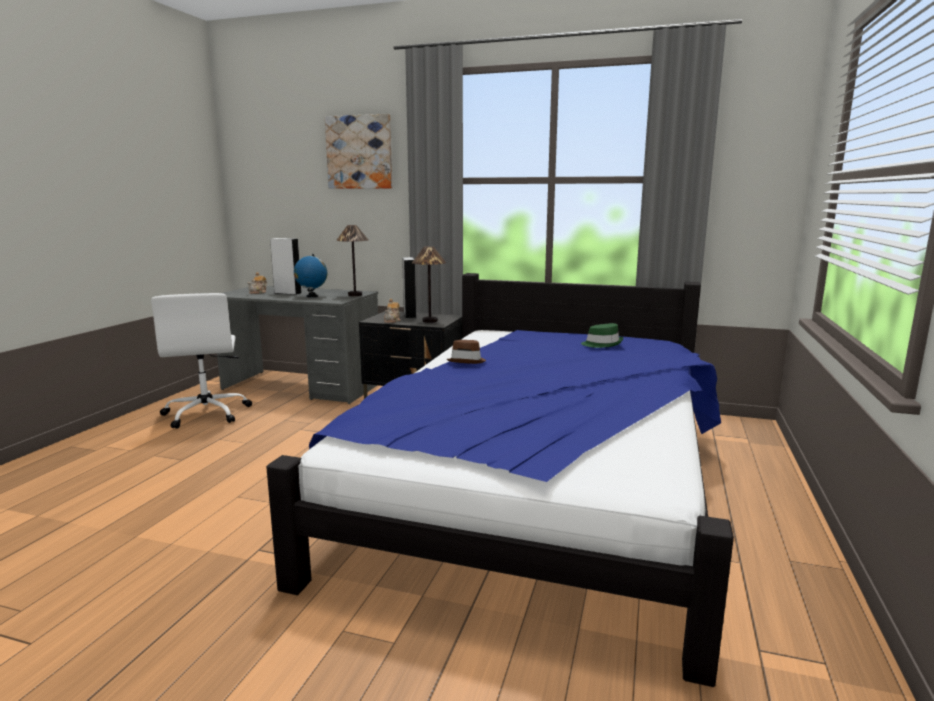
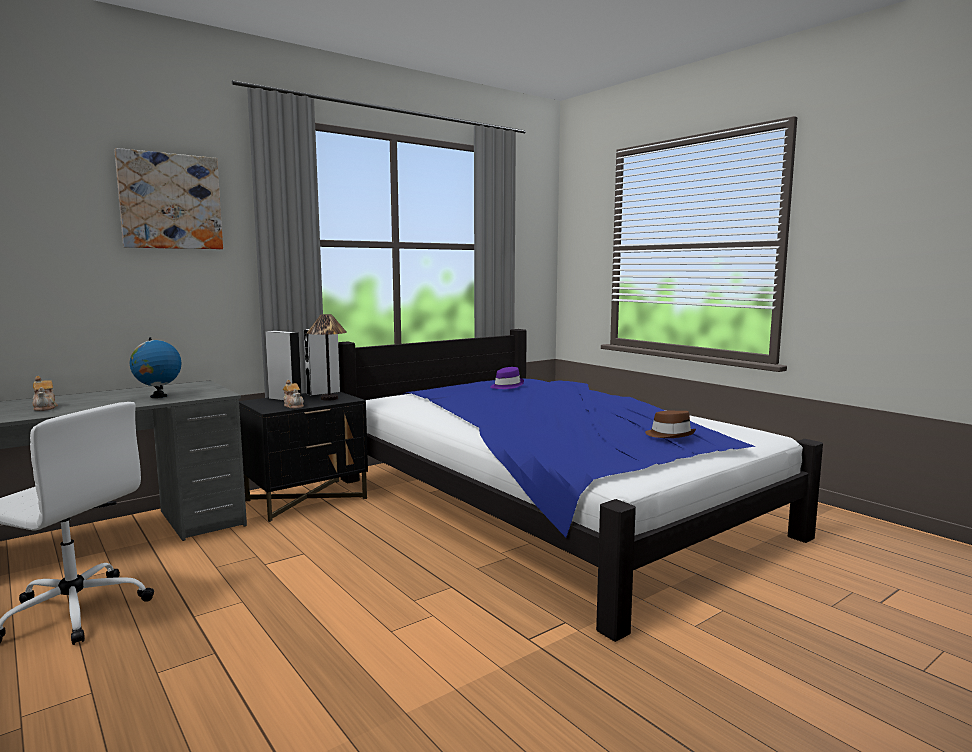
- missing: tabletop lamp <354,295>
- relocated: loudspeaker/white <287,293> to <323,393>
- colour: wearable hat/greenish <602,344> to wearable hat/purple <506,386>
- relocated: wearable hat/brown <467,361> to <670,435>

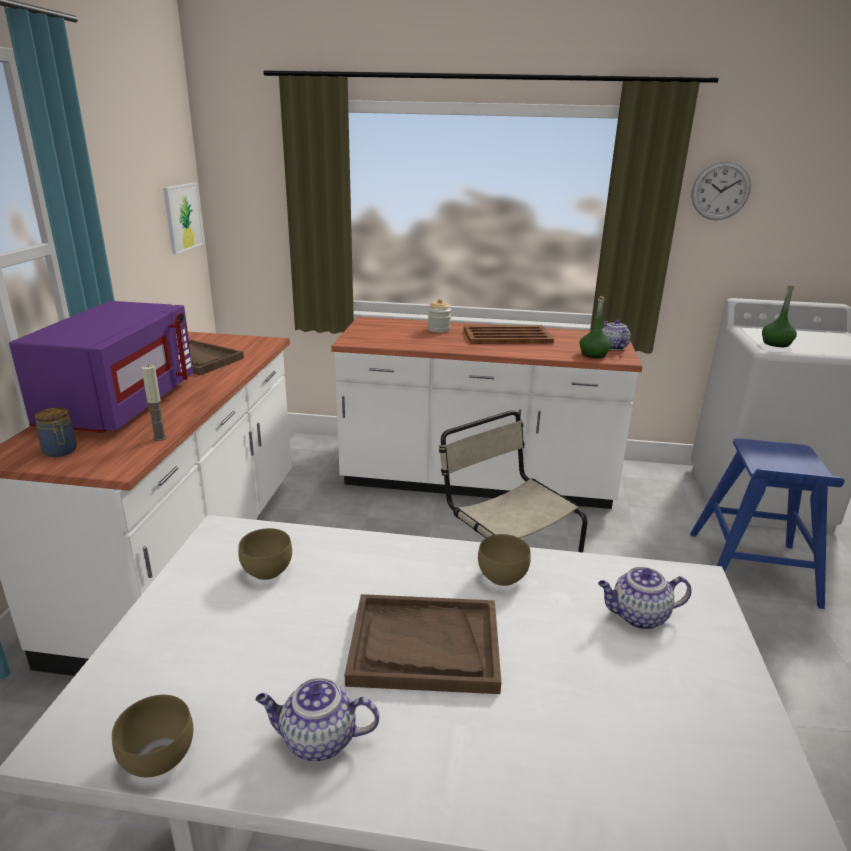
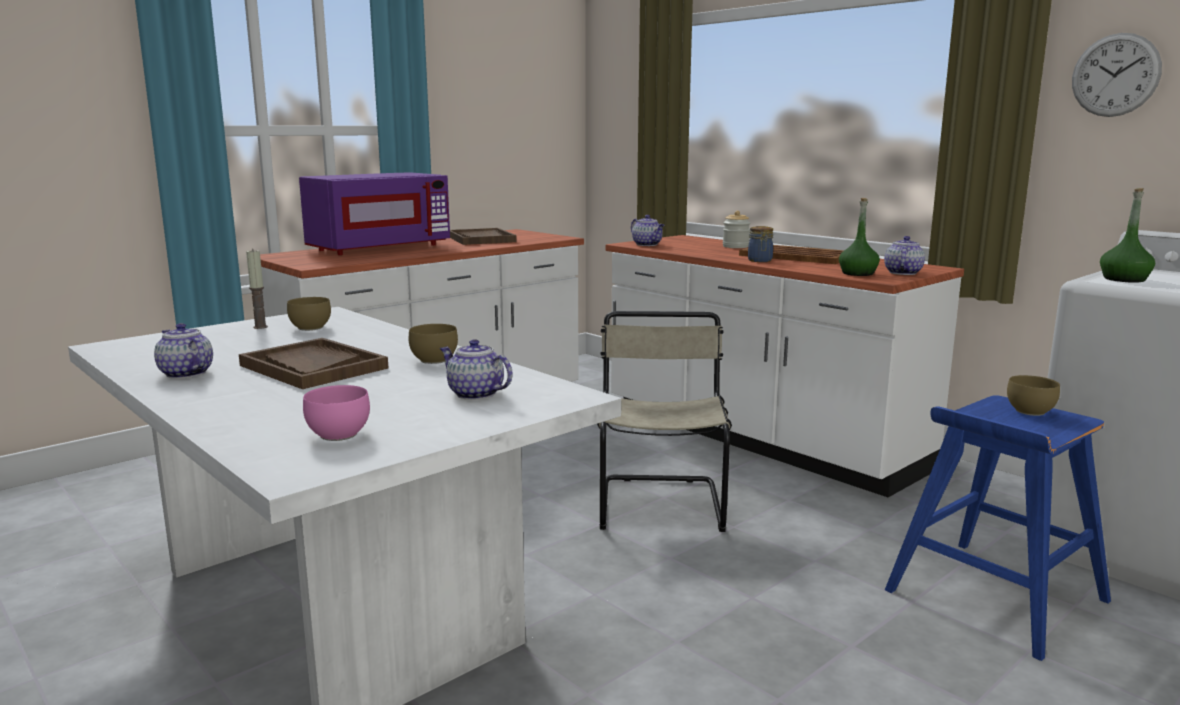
- missing: wall art <183,217>
- relocated: wax candle <159,438> to <260,327>
- relocated: preserve jar <60,451> to <760,261>
- relocated: deep dish/brown <158,756> to <1029,411>
- appeared: tea pot <647,244>
- appeared: deep dish/pink <338,436>

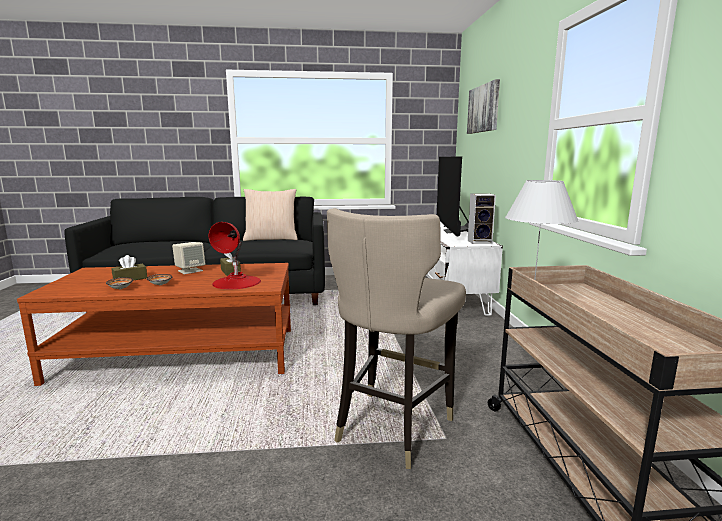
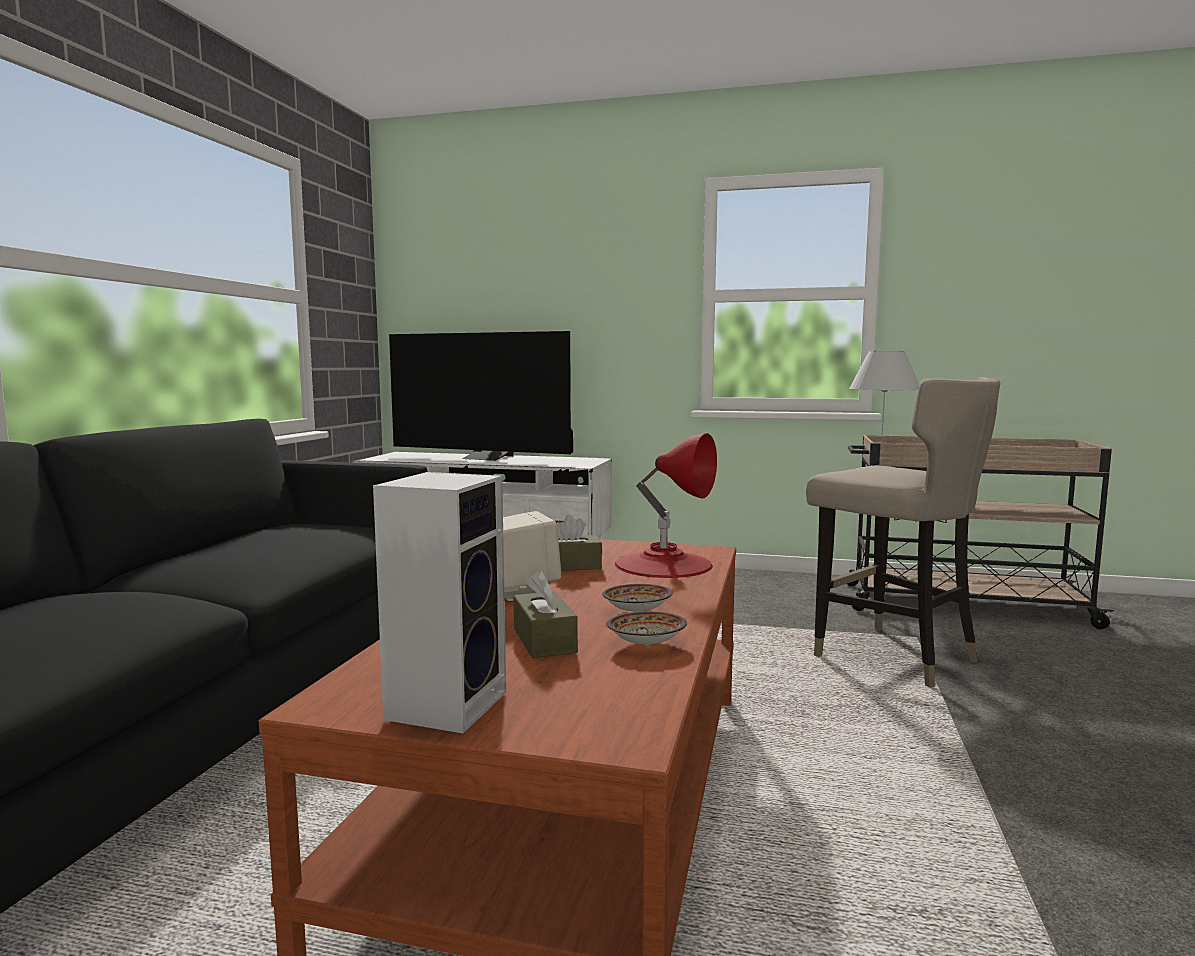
- missing: wall art <484,108>
- missing: throw pillow/beige-coloured <271,239>
- relocated: loudspeaker <480,242> to <447,703>

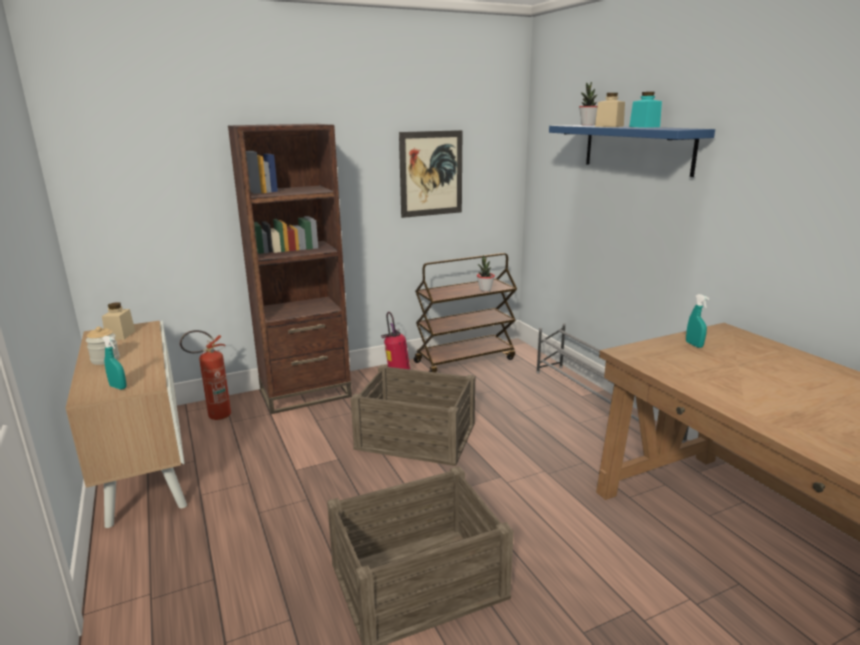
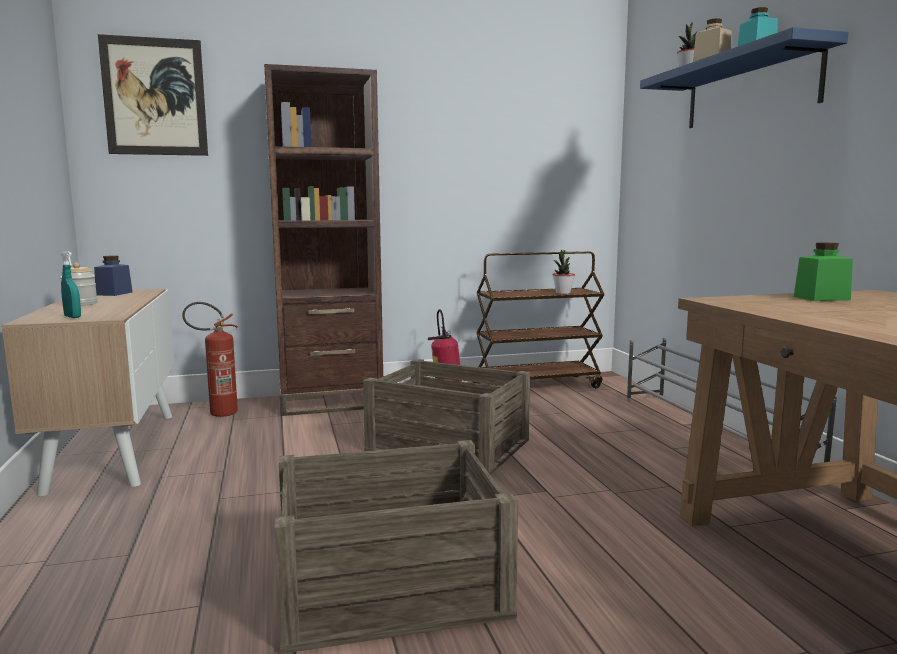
- relocated: wall art <431,174> to <155,97>
- exchanged: spray bottle/turquoise-coloured <694,345> to preserve jar/greenish <821,298>
- colour: preserve jar/beige-coloured <120,335> to preserve jar/blue-coloured <114,293>

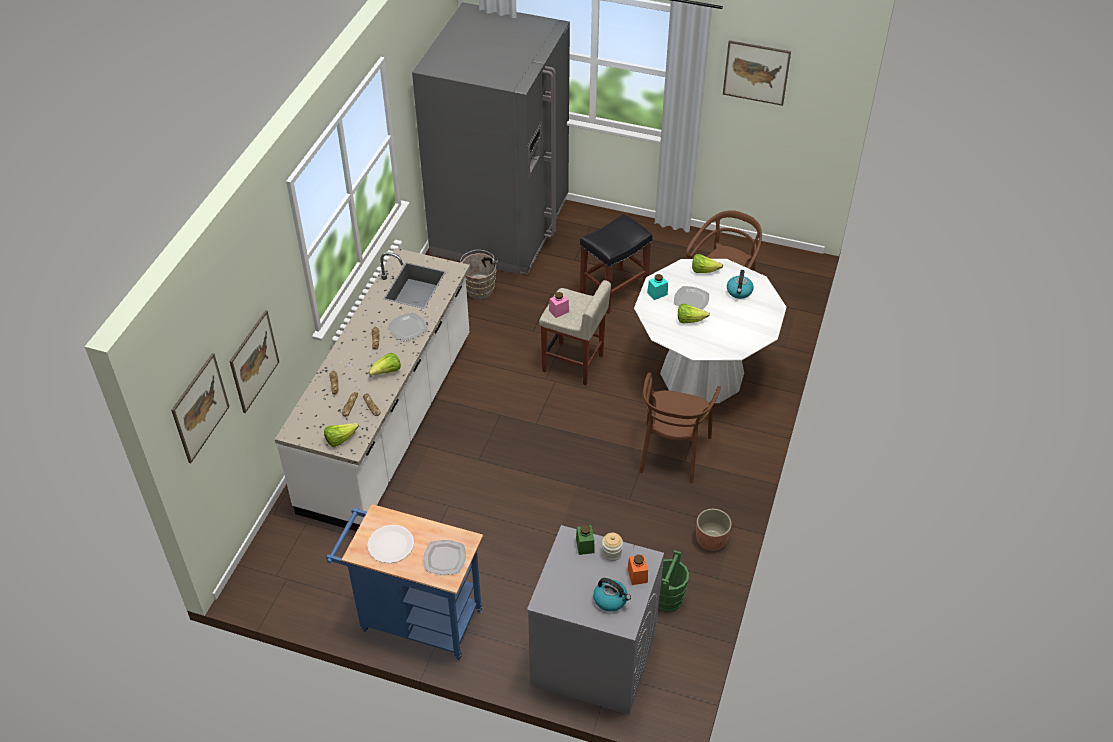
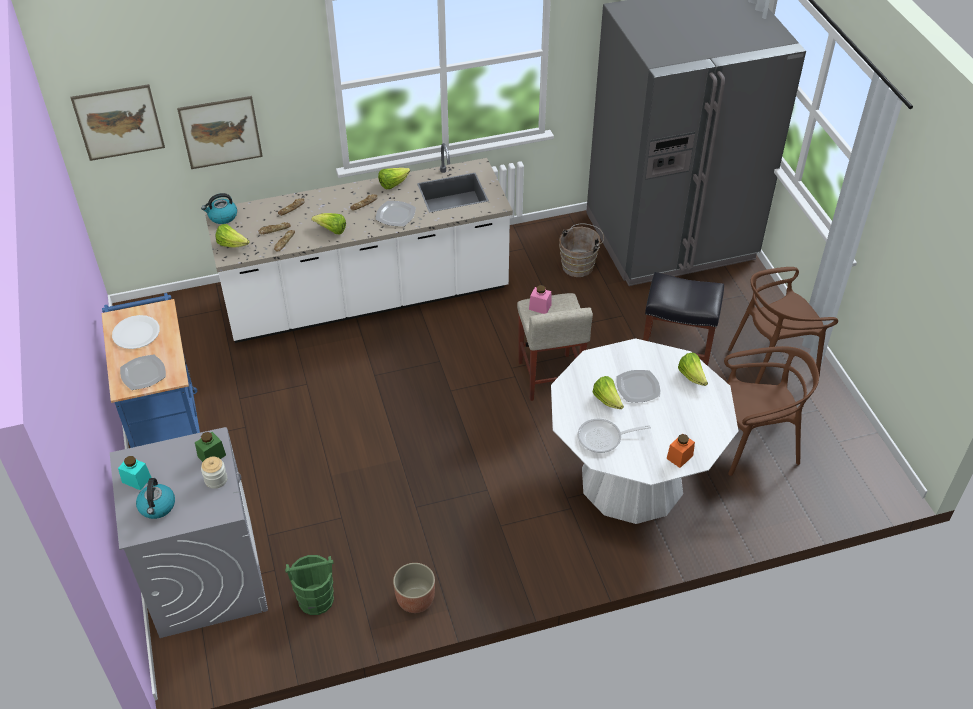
- missing: wall art <756,72>
- relocated: kettle <739,292> to <222,217>
- relocated: preserve jar/turquoise-coloured <657,293> to <136,480>
- relocated: plain chair/brown <672,452> to <772,359>
- relocated: preserve jar/orange-coloured <637,575> to <679,457>
- appeared: lettuce head <393,184>
- appeared: skillet <603,438>

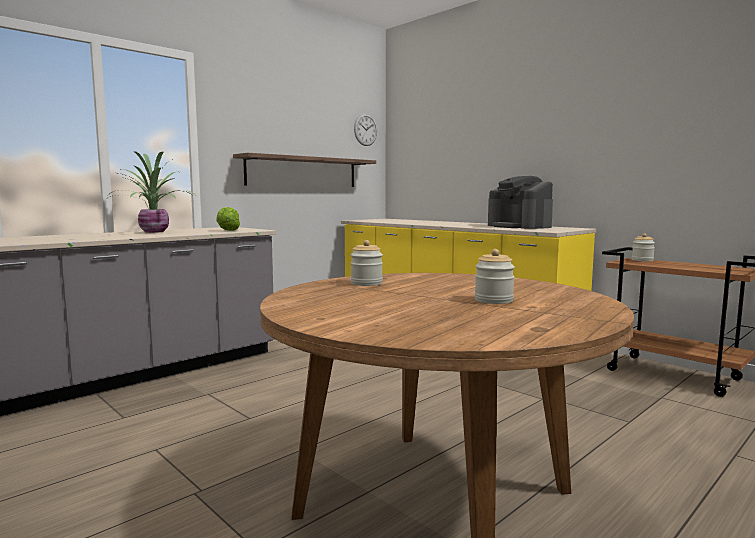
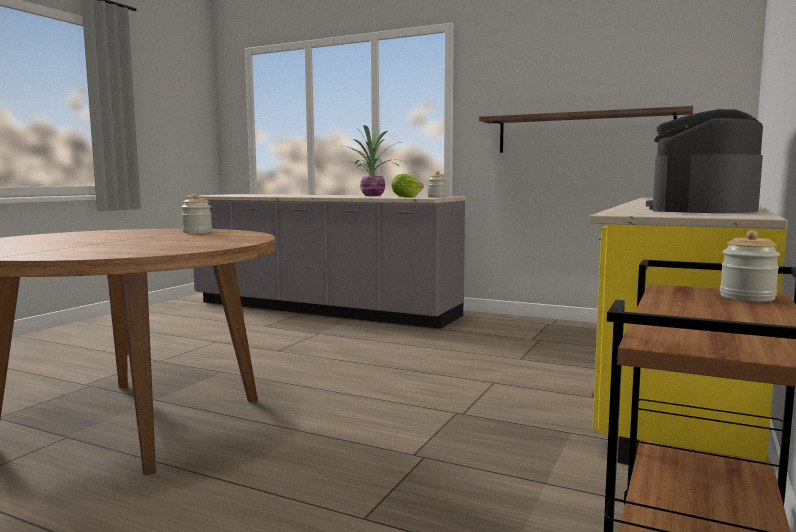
- missing: wall clock <365,130>
- relocated: preserve jar <493,300> to <437,197>

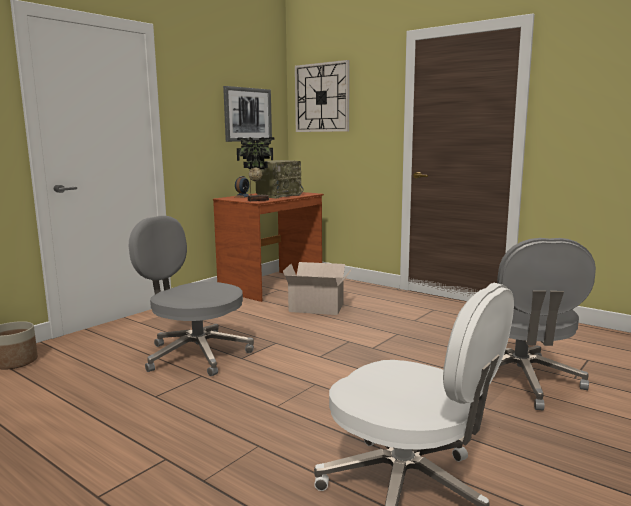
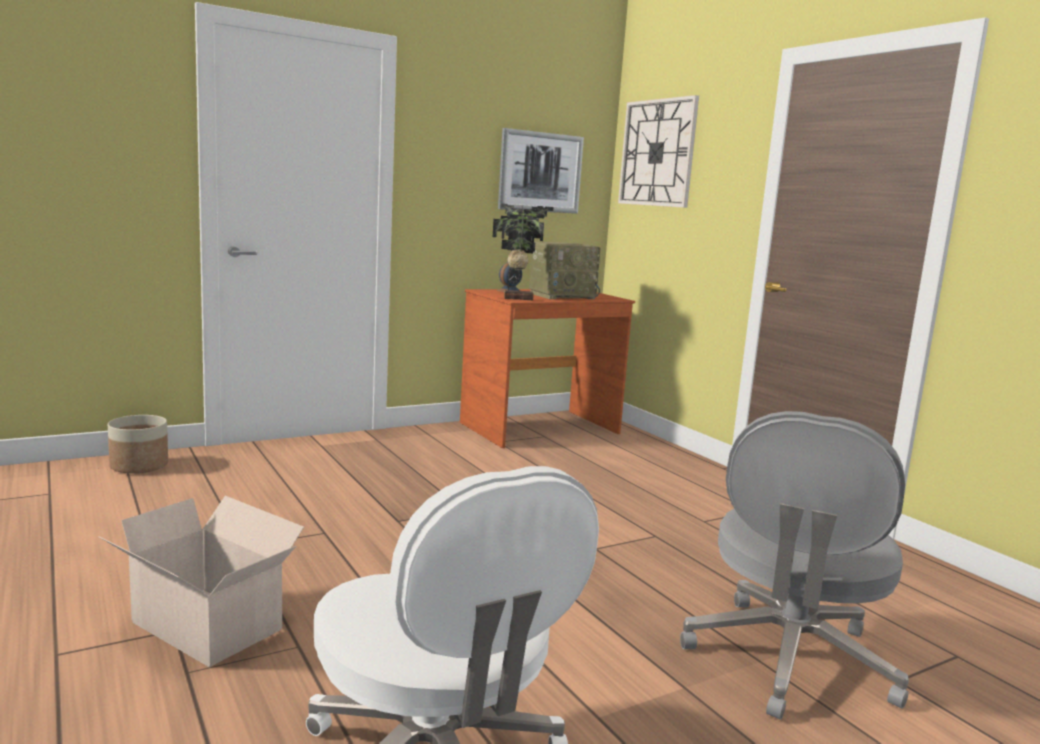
- missing: computer chair/gray <195,354>
- relocated: packing box <318,308> to <208,628>

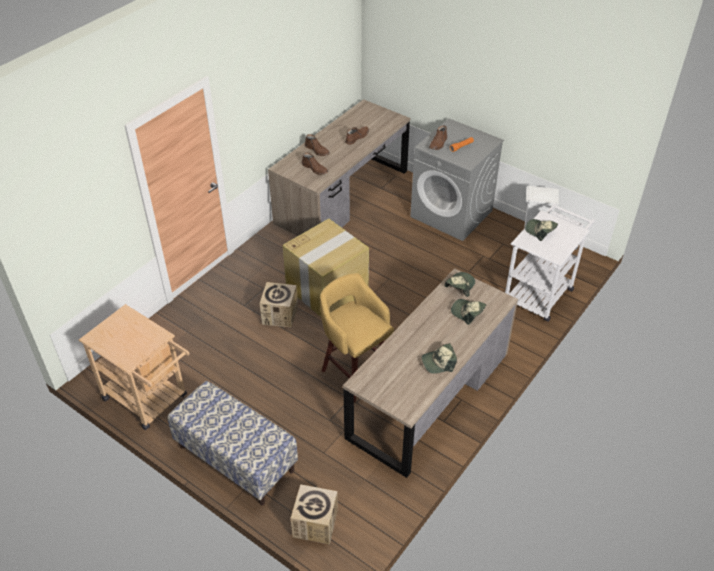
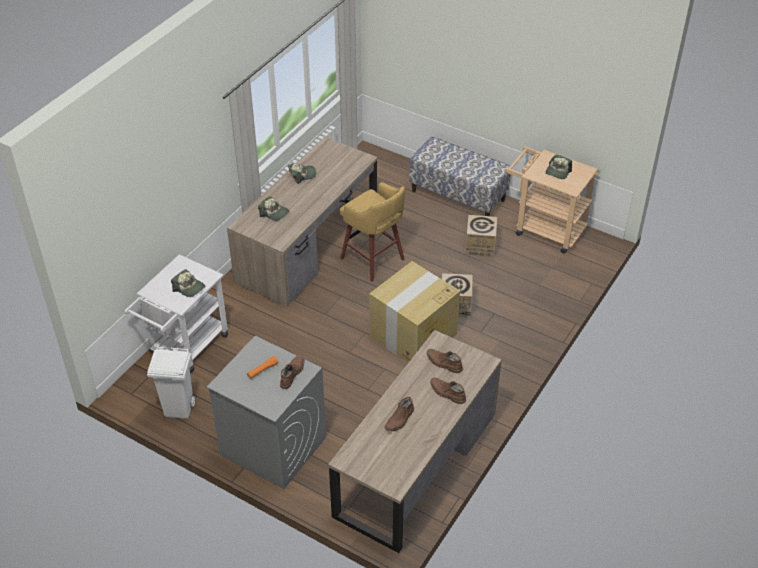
- relocated: peaked cap <460,286> to <558,171>
- relocated: packing box <315,523> to <480,246>

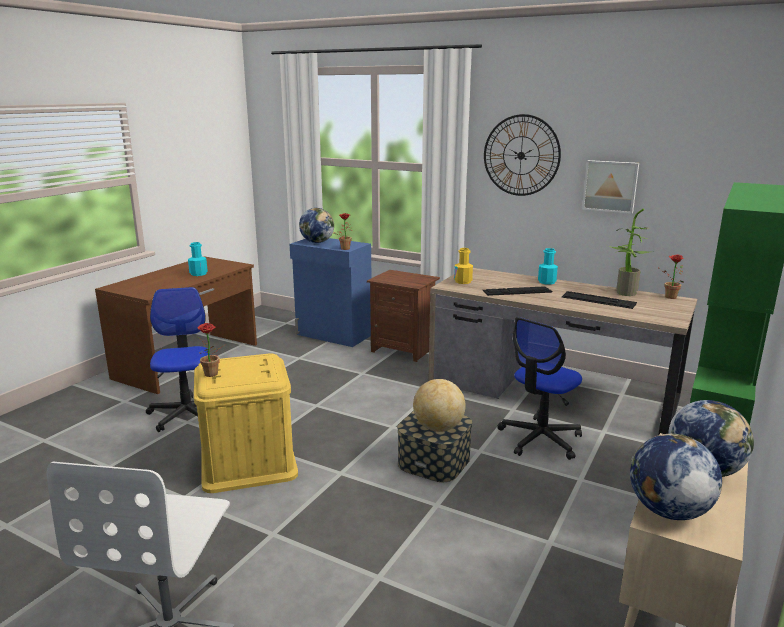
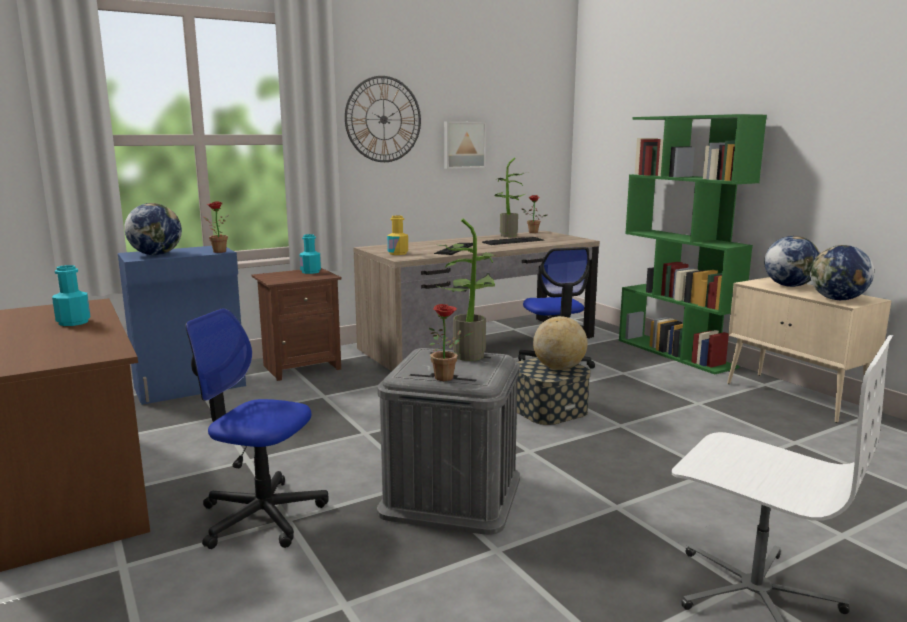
- relocated: drink bottle/turquoise-coloured <547,282> to <310,272>
- colour: storage bin/yellow <248,461> to storage bin/gray <451,494>
- appeared: potted plant <468,354>

